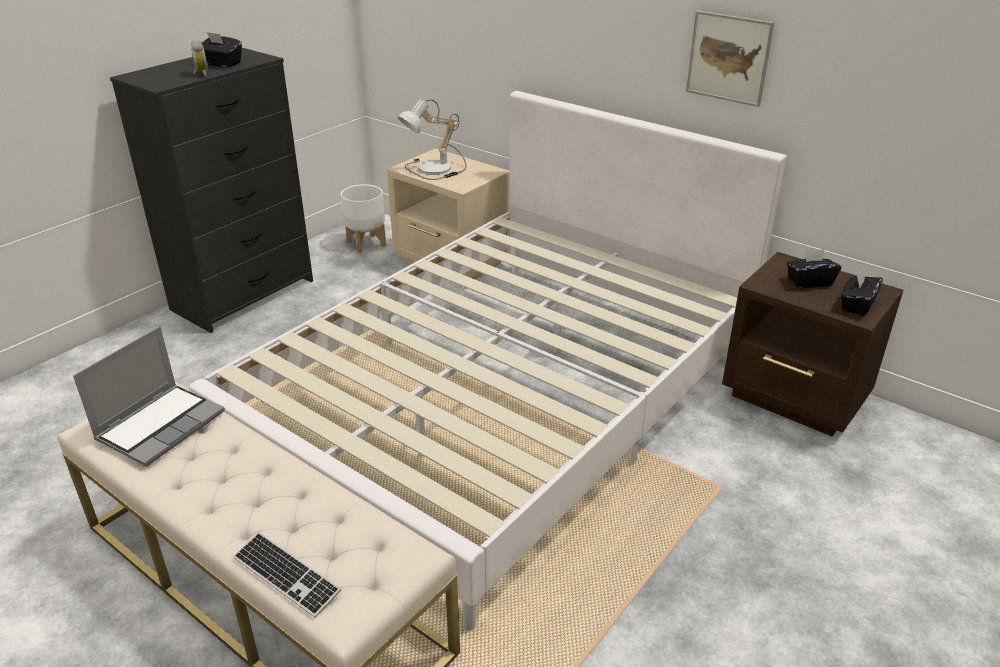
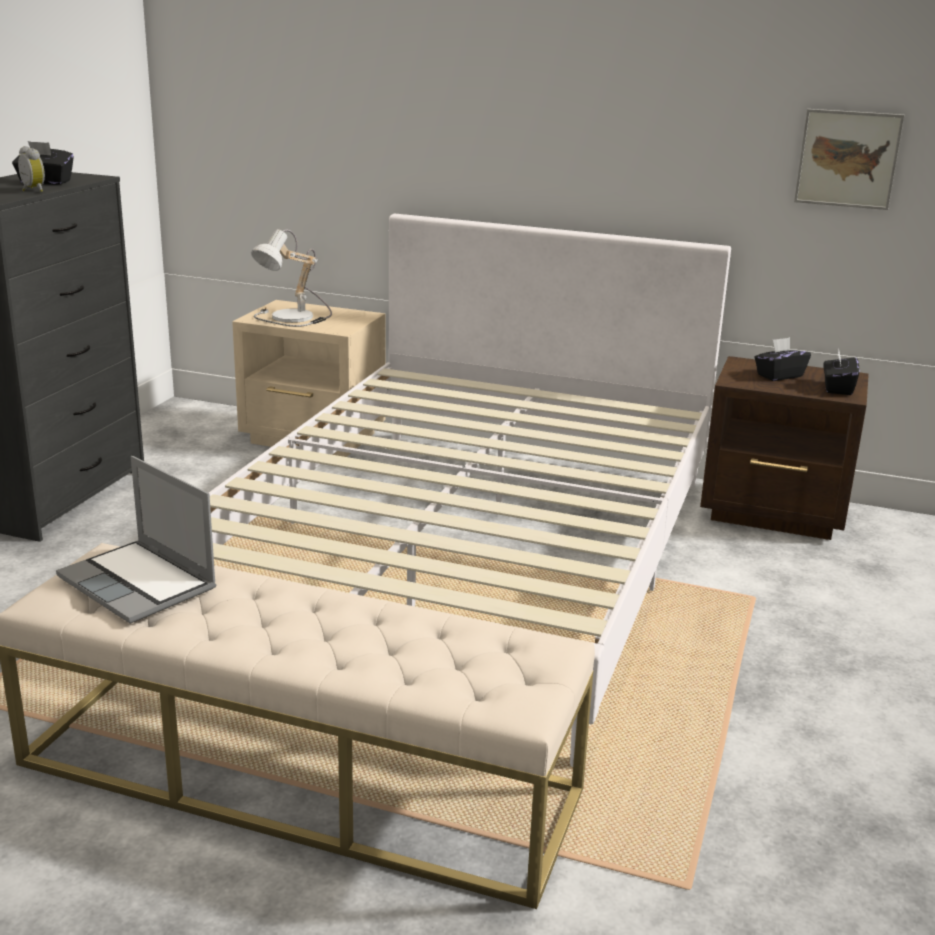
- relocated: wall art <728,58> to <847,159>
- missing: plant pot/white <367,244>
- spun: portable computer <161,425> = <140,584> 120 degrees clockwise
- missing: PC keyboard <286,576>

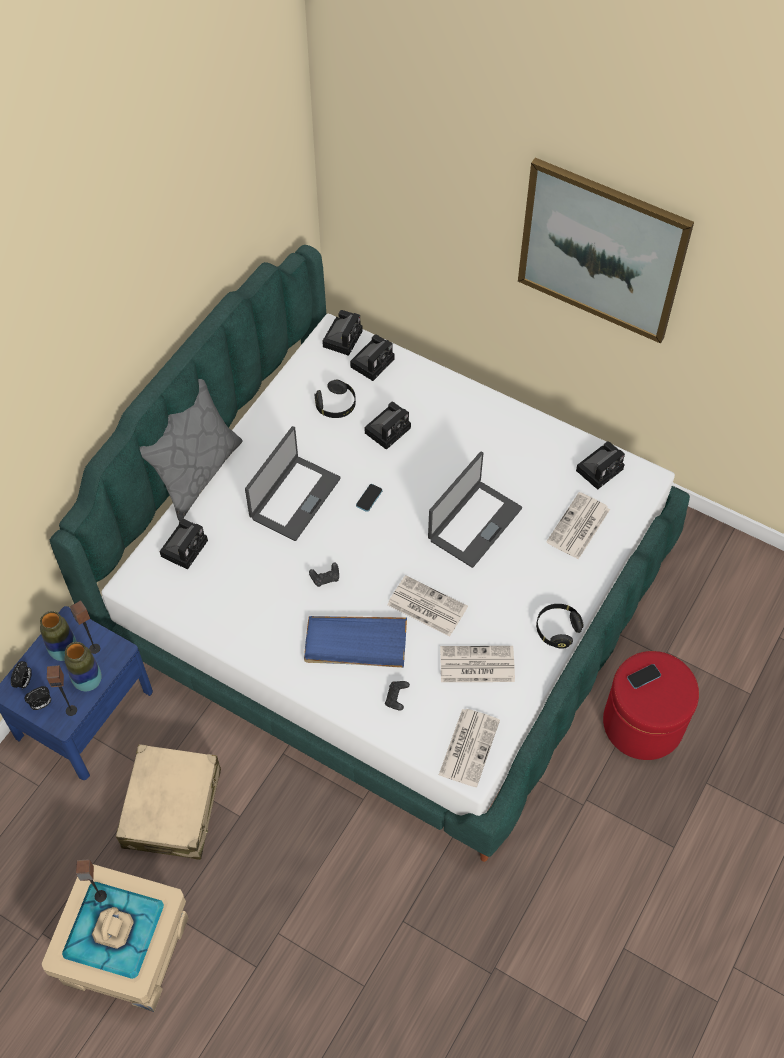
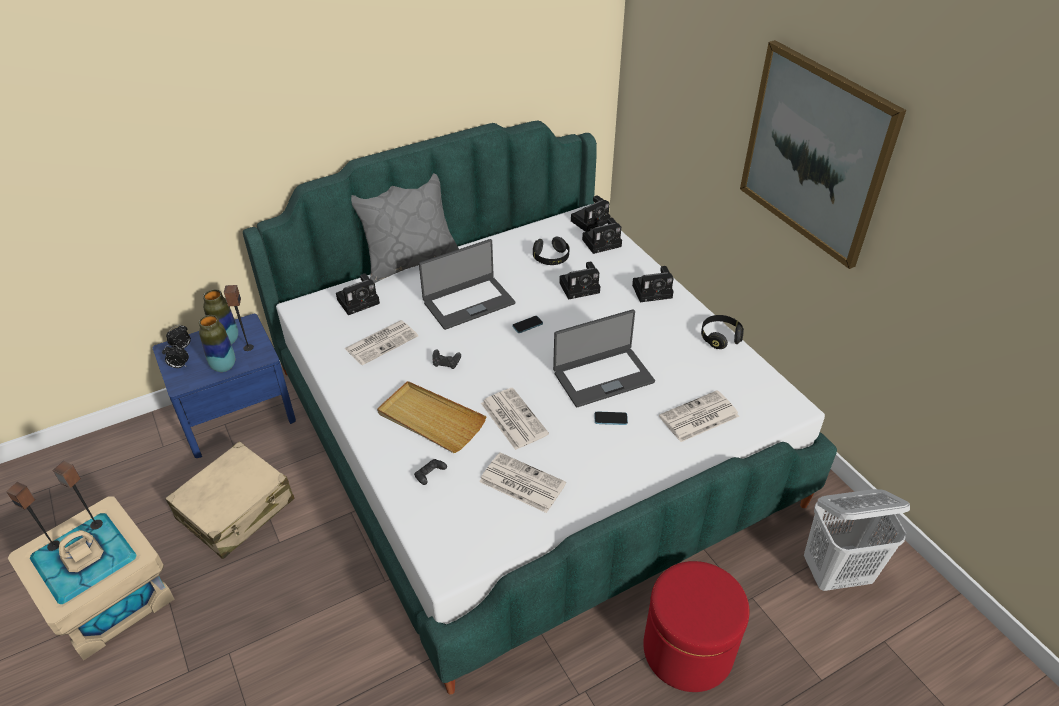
- relocated: still camera <600,468> to <653,291>
- relocated: headphones/black <557,629> to <720,337>
- colour: serving tray/blue-coloured <355,643> to serving tray/beige-coloured <430,419>
- relocated: phone <644,677> to <610,419>
- relocated: loudspeaker <71,710> to <54,545>
- relocated: newspaper <469,746> to <382,342>
- appeared: washing basket/white <836,573>

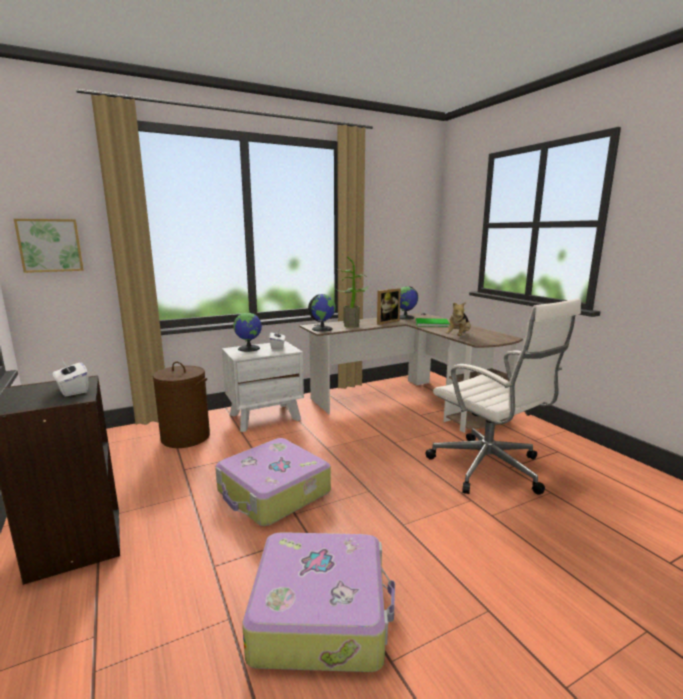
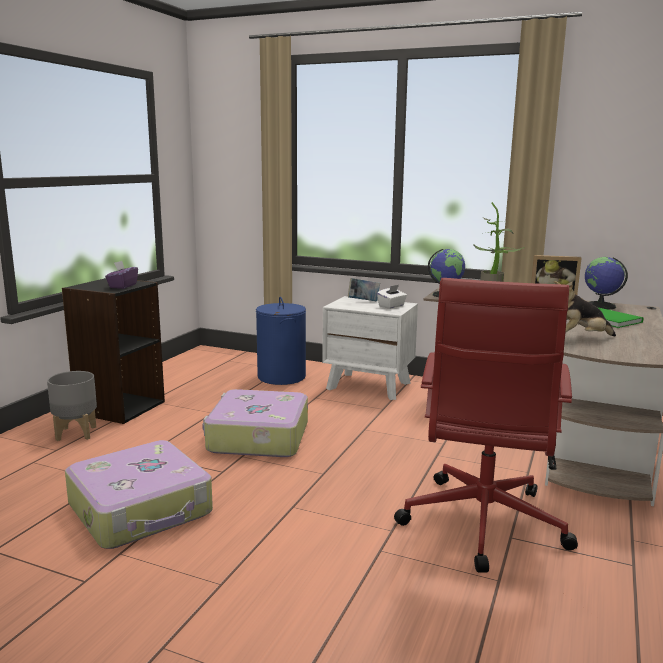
- missing: wall art <50,245>
- colour: computer chair/white <489,469> to computer chair/reddish <482,525>
- exchanged: globe <249,348> to volume <363,301>
- colour: tissue holder/white <72,390> to tissue holder/purple <122,286>
- colour: washing basket/brown <186,437> to washing basket/blue-coloured <281,377>
- appeared: plant pot/gray <76,433>

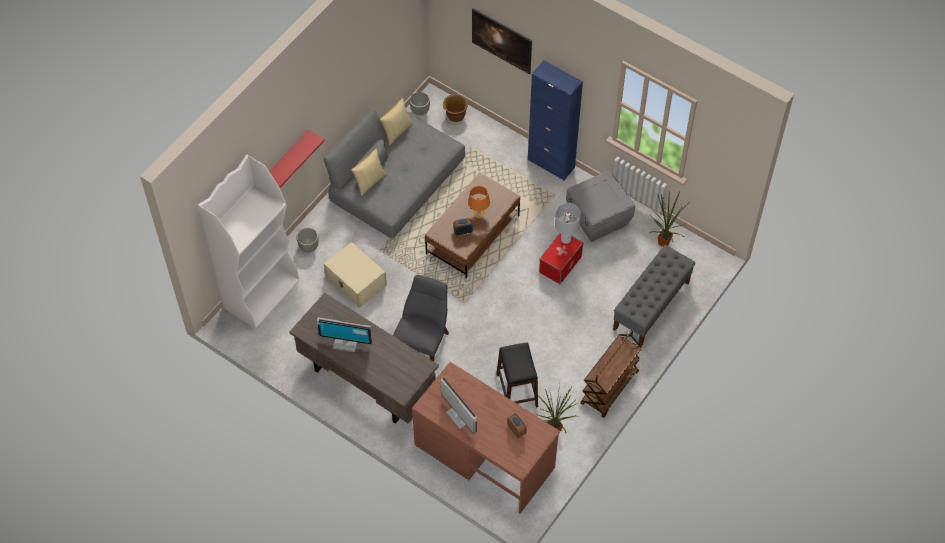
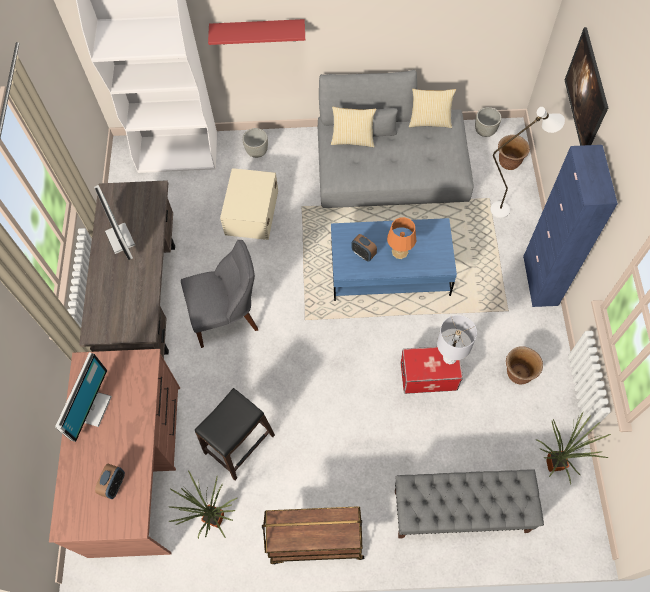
- exchanged: storage bin/gray <598,219> to plant pot/brown <518,374>
- colour: coffee table/brown <472,234> to coffee table/blue-coloured <390,271>
- appeared: standard lamp/white <507,209>

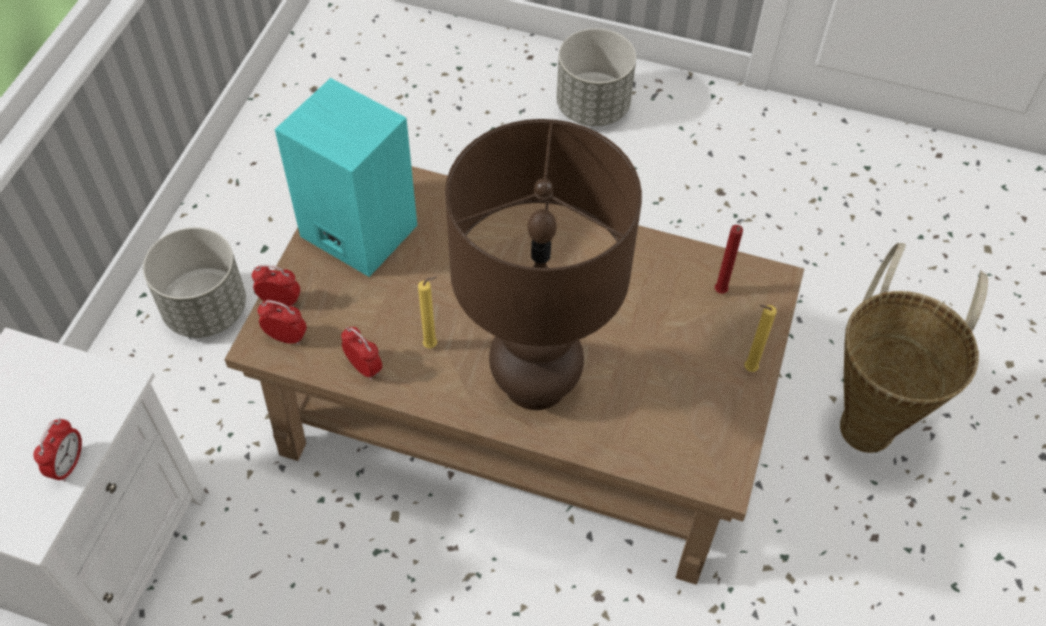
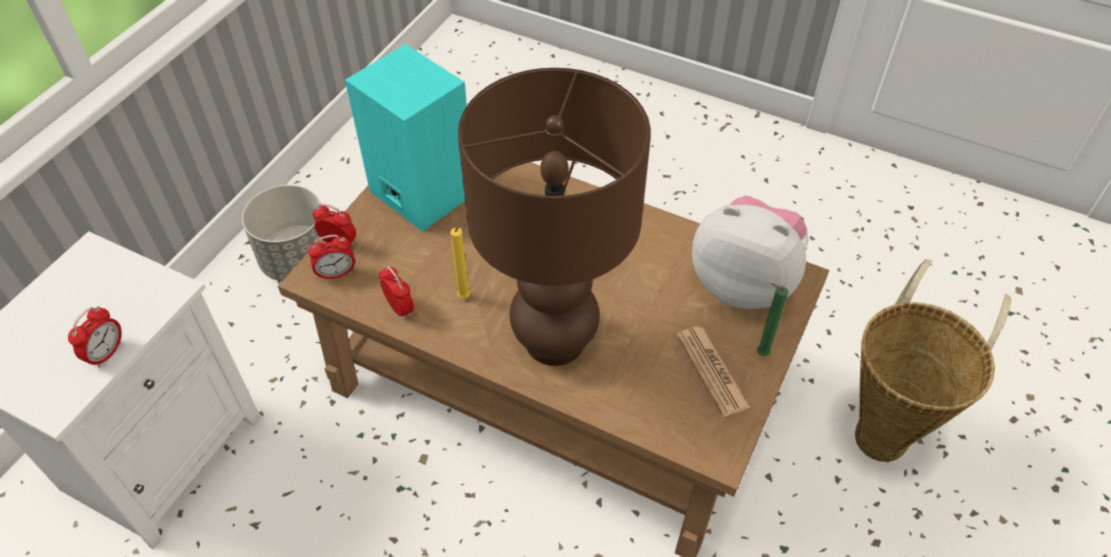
- missing: plant pot/gray <593,106>
- exchanged: wax candle/reddish <720,293> to cuddly toy <744,282>
- spun: table clock <286,337> = <336,274> 135 degrees clockwise
- colour: wax candle/yellow <748,369> to wax candle/greenish <760,353>
- appeared: newspaper <712,371>

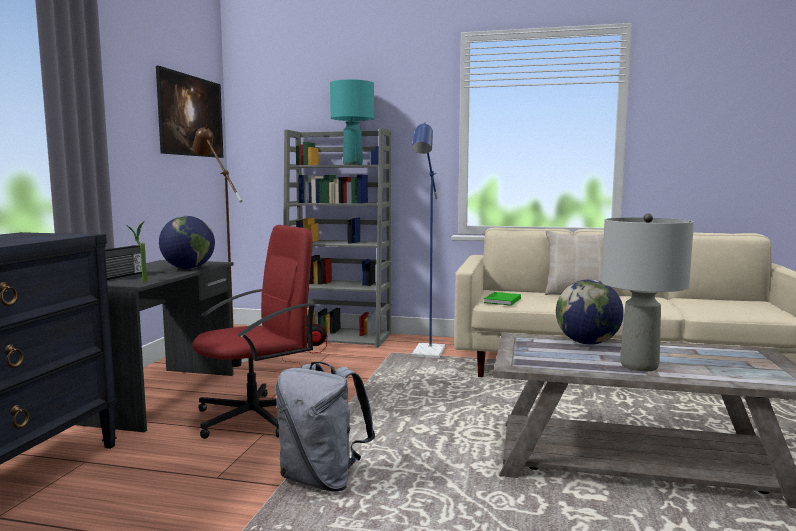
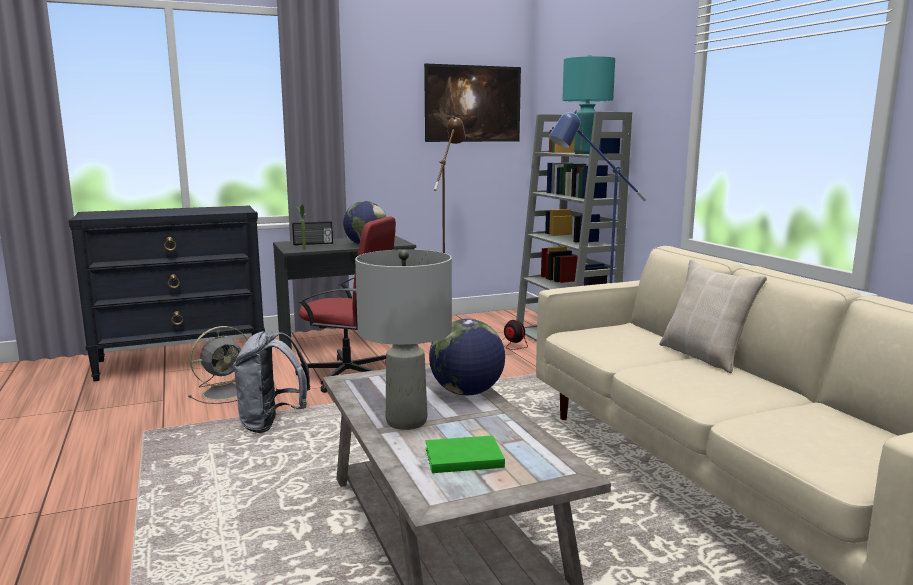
- relocated: volume/greenish <501,301> to <461,457>
- appeared: electric fan/gray <226,392>

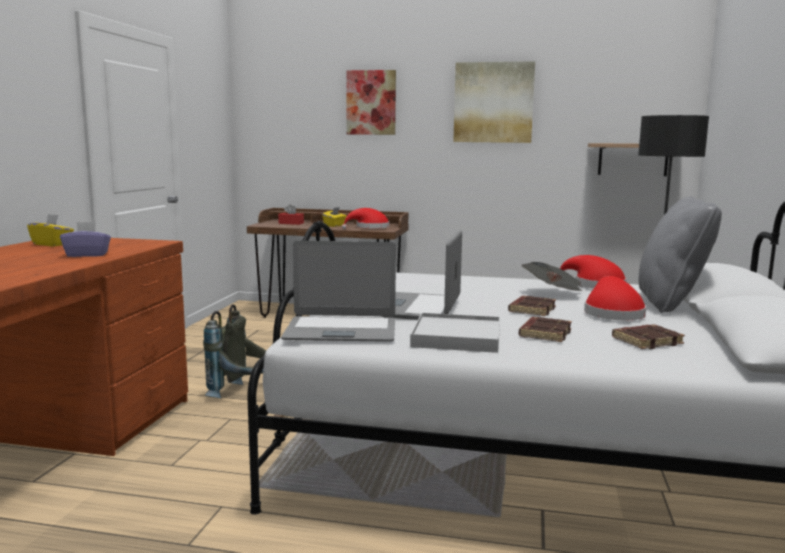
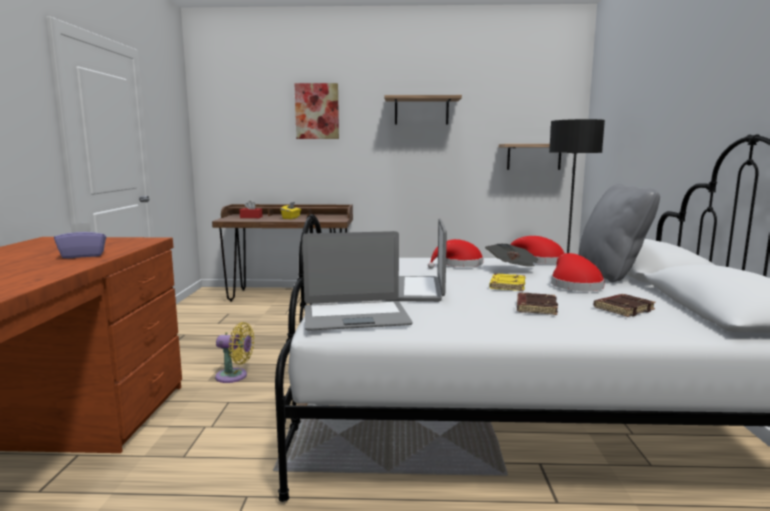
- exchanged: wall art <493,102> to shelf <421,111>
- relocated: wearable hat/reddish <369,228> to <458,264>
- missing: tissue holder/yellow <52,244>
- colour: volume/brown <531,310> to volume/yellow <506,286>
- exchanged: rucksack/gray <244,394> to electric fan/yellow <234,376>
- missing: serving tray/white <456,337>

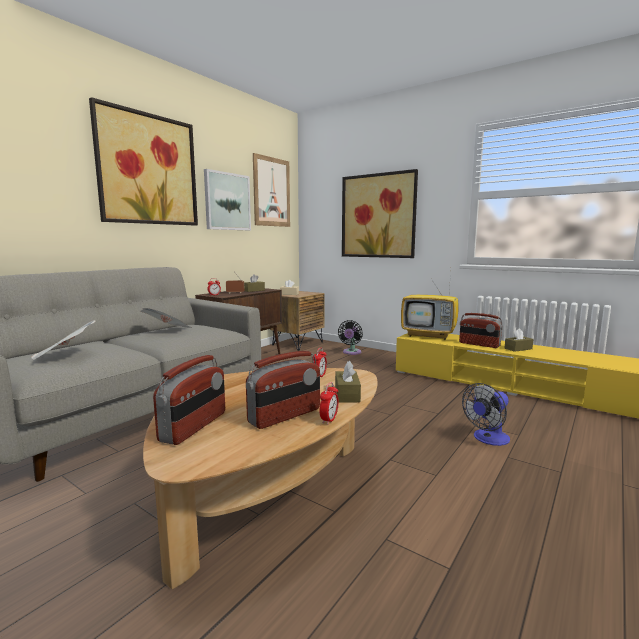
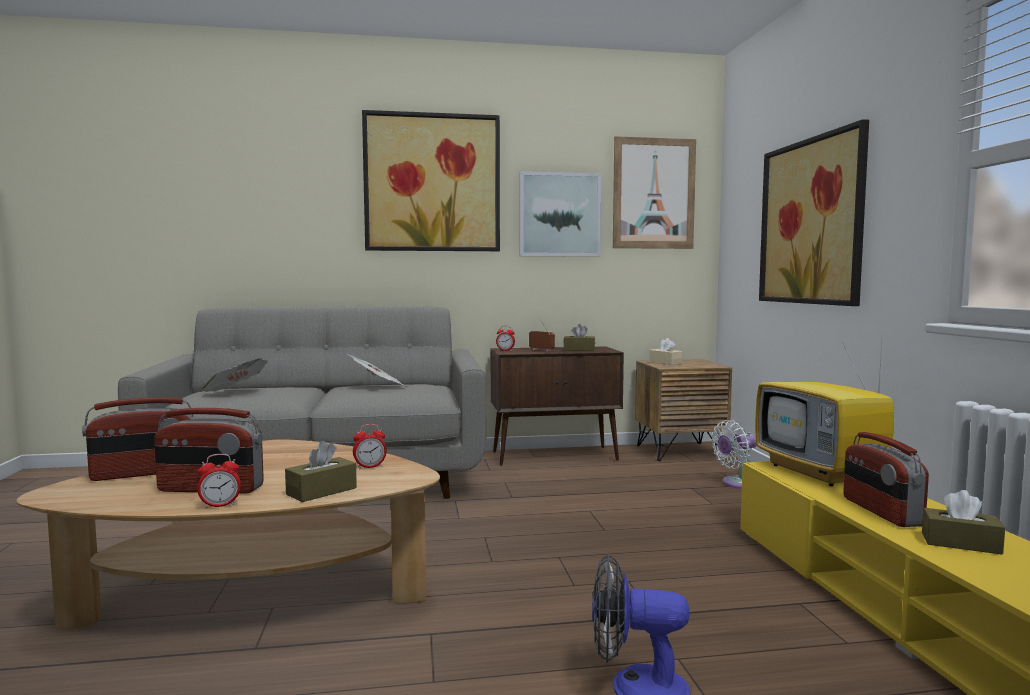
- colour: electric fan/black <351,352> to electric fan/white <737,484>

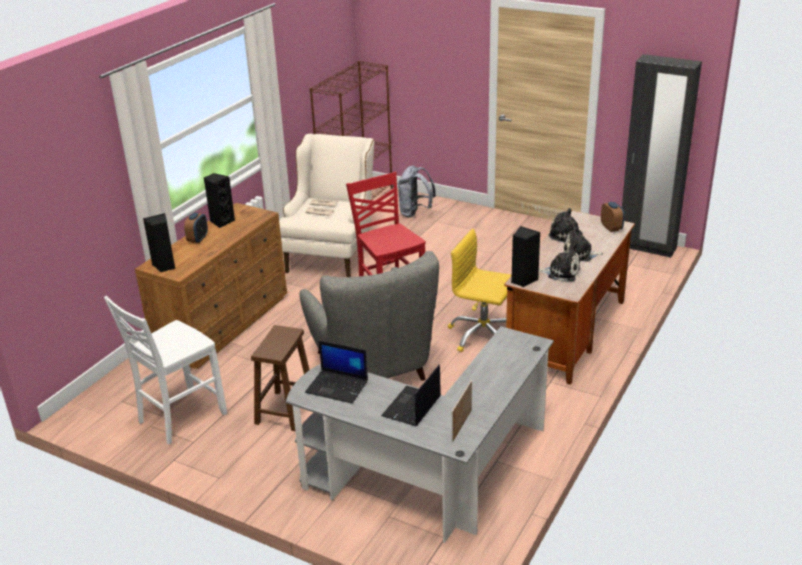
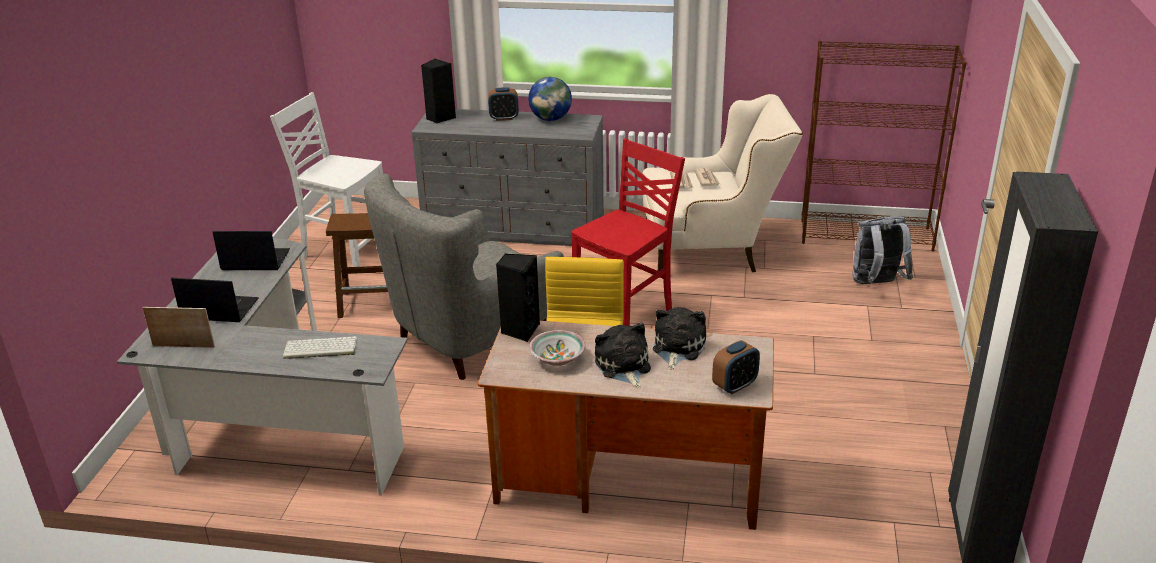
- exchanged: loudspeaker/black <221,221> to globe <550,119>
- colour: drawer chest/brown <224,325> to drawer chest/gray <515,228>
- exchanged: cuddly toy <561,272> to deep dish <558,358>
- spun: portable computer <338,387> = <254,260> 90 degrees clockwise
- appeared: PC keyboard <319,349>

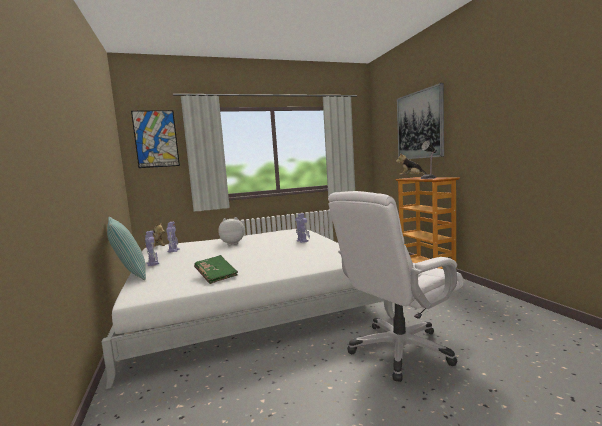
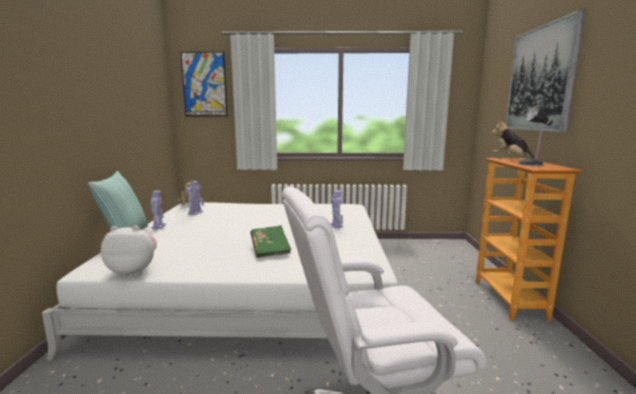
- relocated: cuddly toy <232,243> to <134,271>
- relocated: volume/greenish <216,276> to <270,249>

